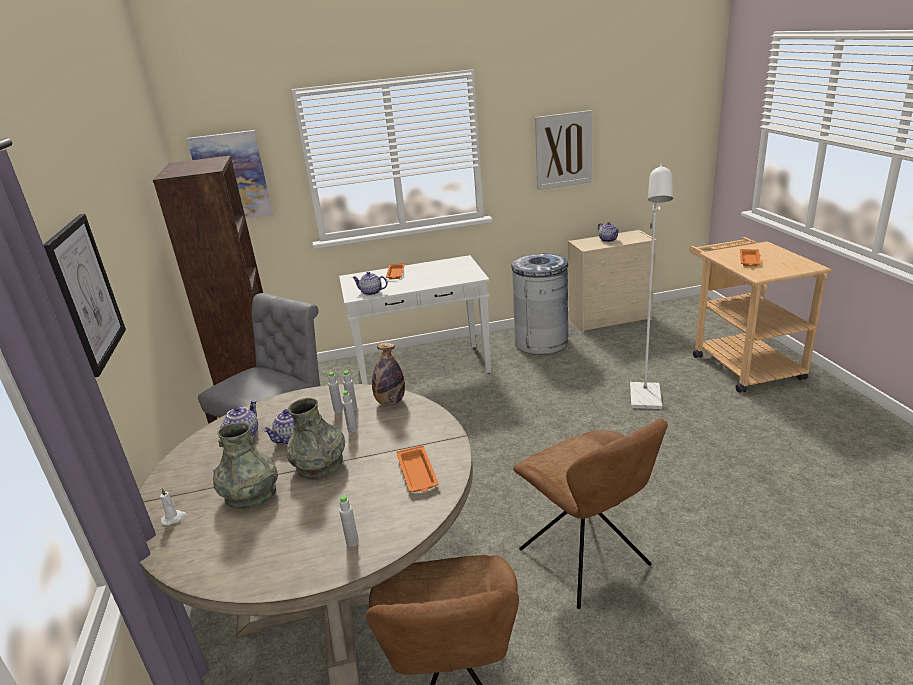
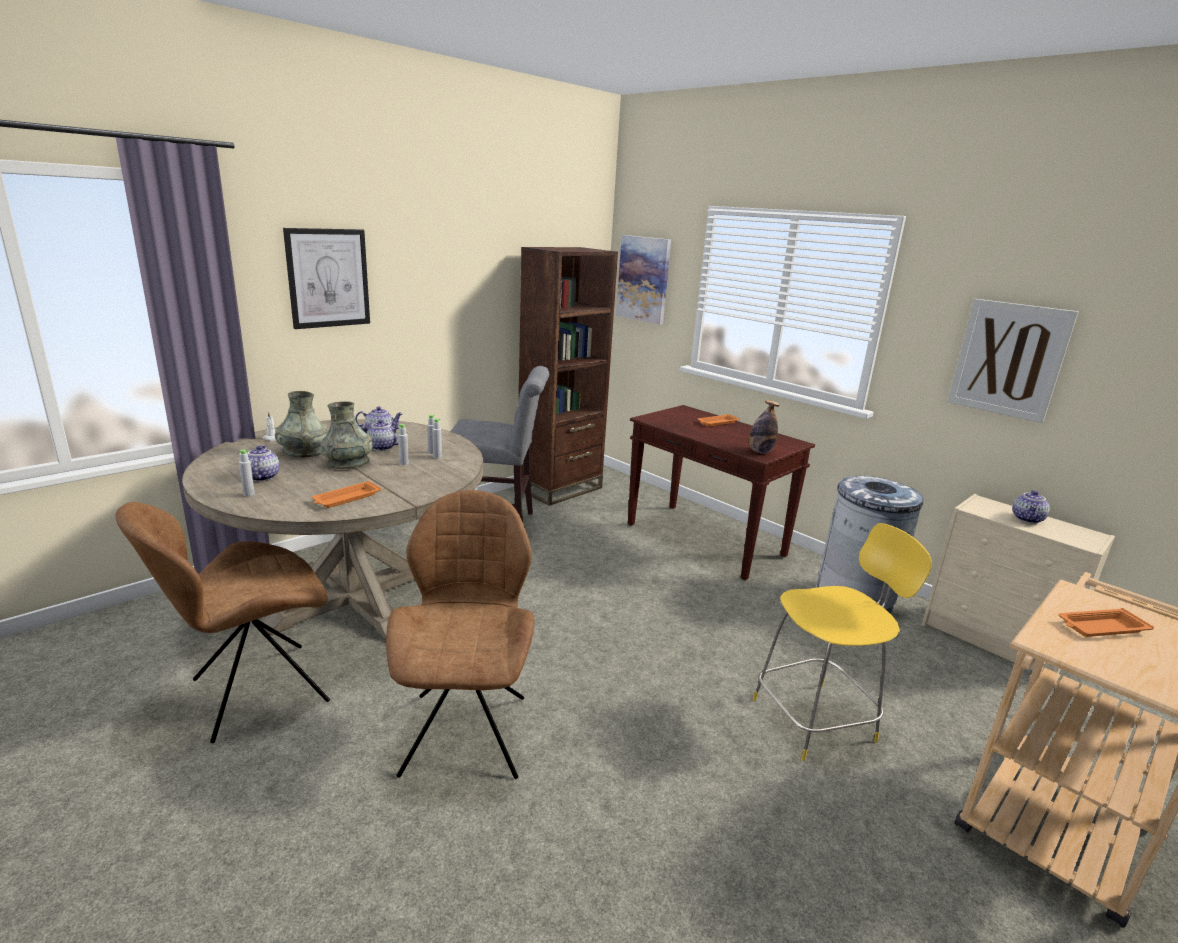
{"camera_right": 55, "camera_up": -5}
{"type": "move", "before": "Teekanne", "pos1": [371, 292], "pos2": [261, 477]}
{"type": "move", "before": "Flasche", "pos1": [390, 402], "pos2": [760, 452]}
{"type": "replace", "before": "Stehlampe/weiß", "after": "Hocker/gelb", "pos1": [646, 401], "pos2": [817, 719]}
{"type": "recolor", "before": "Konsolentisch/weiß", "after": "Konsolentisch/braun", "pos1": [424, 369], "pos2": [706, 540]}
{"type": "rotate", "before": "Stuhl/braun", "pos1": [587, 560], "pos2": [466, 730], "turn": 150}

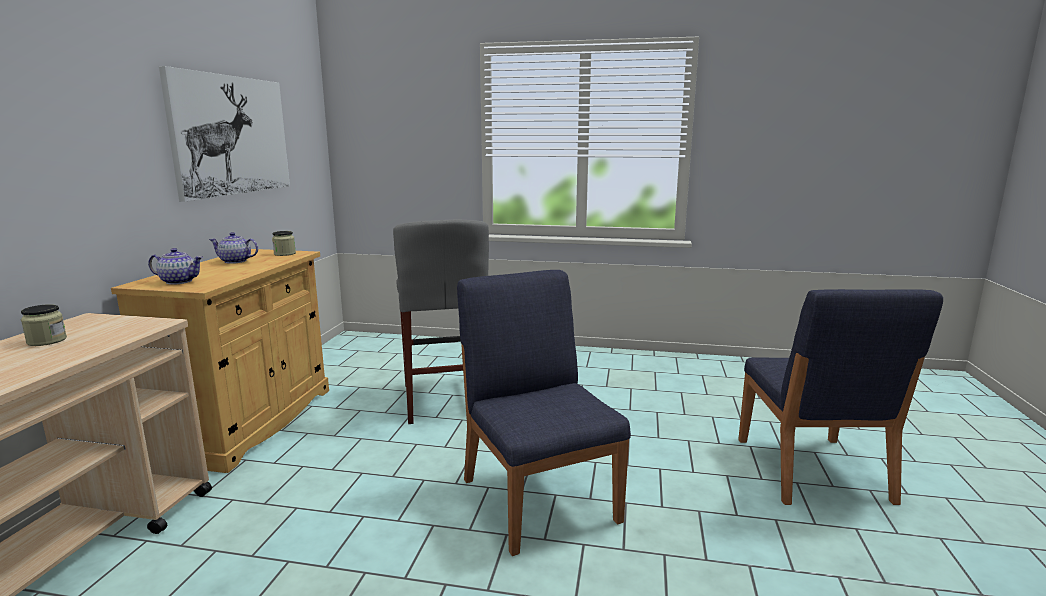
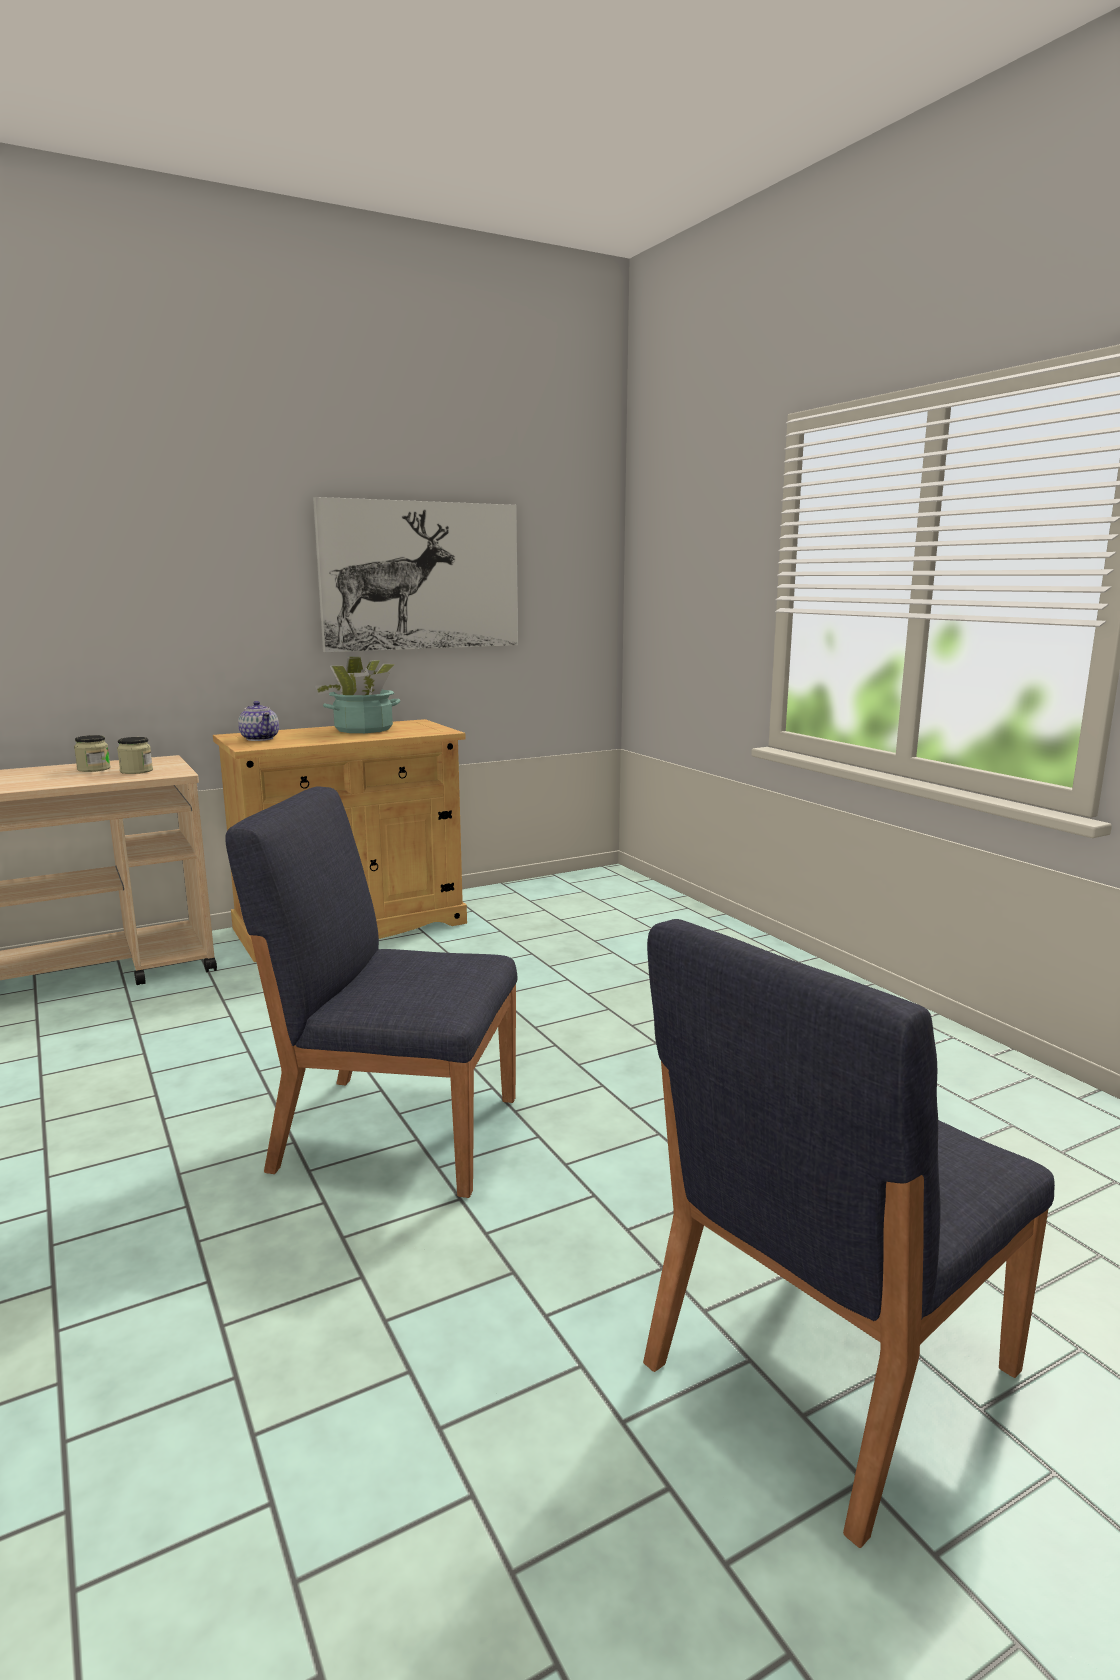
{"camera_right": 50, "camera_up": 0}
{"type": "delete", "before": "Hocker/grau", "pos1": [445, 399]}
{"type": "move", "before": "Vorratsglas", "pos1": [284, 254], "pos2": [136, 771]}
{"type": "replace", "before": "Teekanne", "after": "Topfpflanze", "pos1": [235, 261], "pos2": [363, 729]}
{"type": "rotate", "before": "Stuhl/blau", "pos1": [539, 498], "pos2": [394, 1131], "turn": -105}

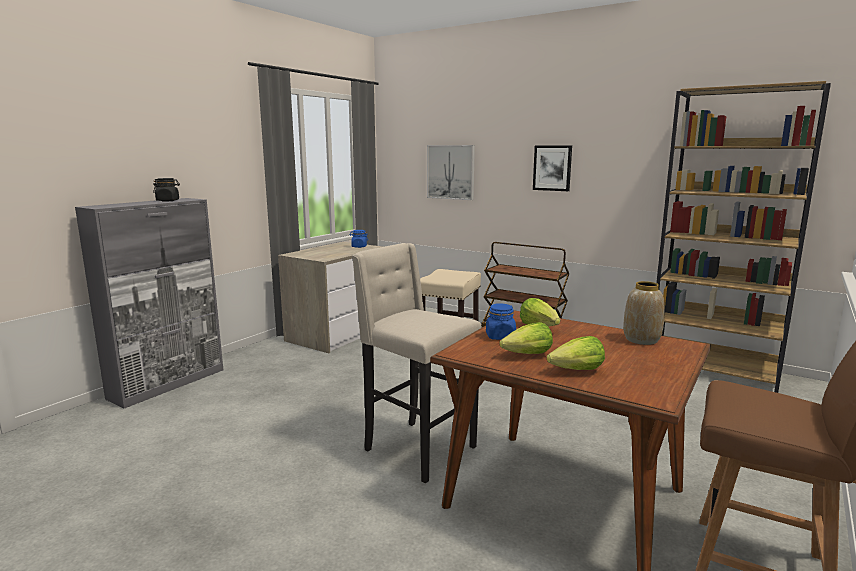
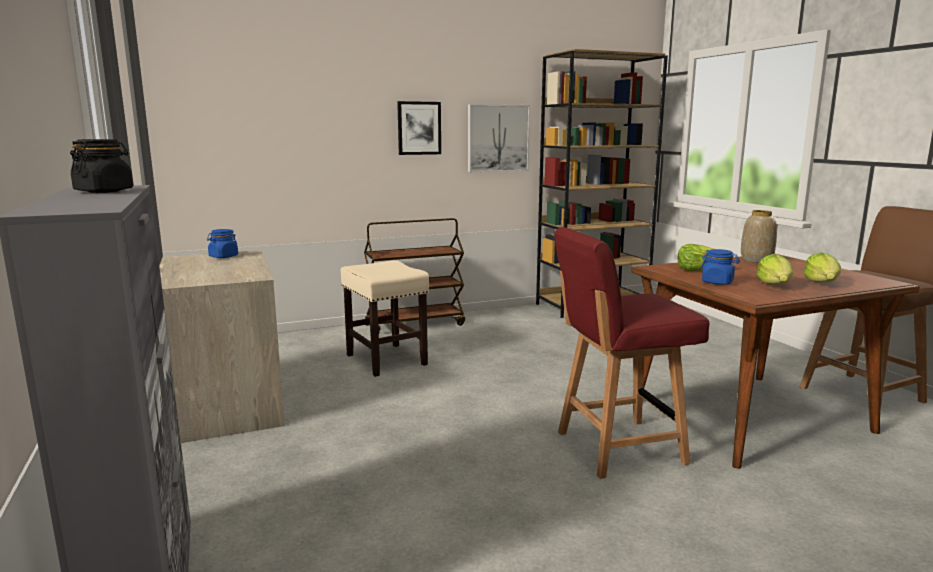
{"camera_right": -55, "camera_up": 0}
{"type": "move", "before": "Bild", "pos1": [450, 172], "pos2": [498, 138]}
{"type": "replace", "before": "Hocker/beige", "after": "Stuhl/rot", "pos1": [417, 449], "pos2": [617, 448]}

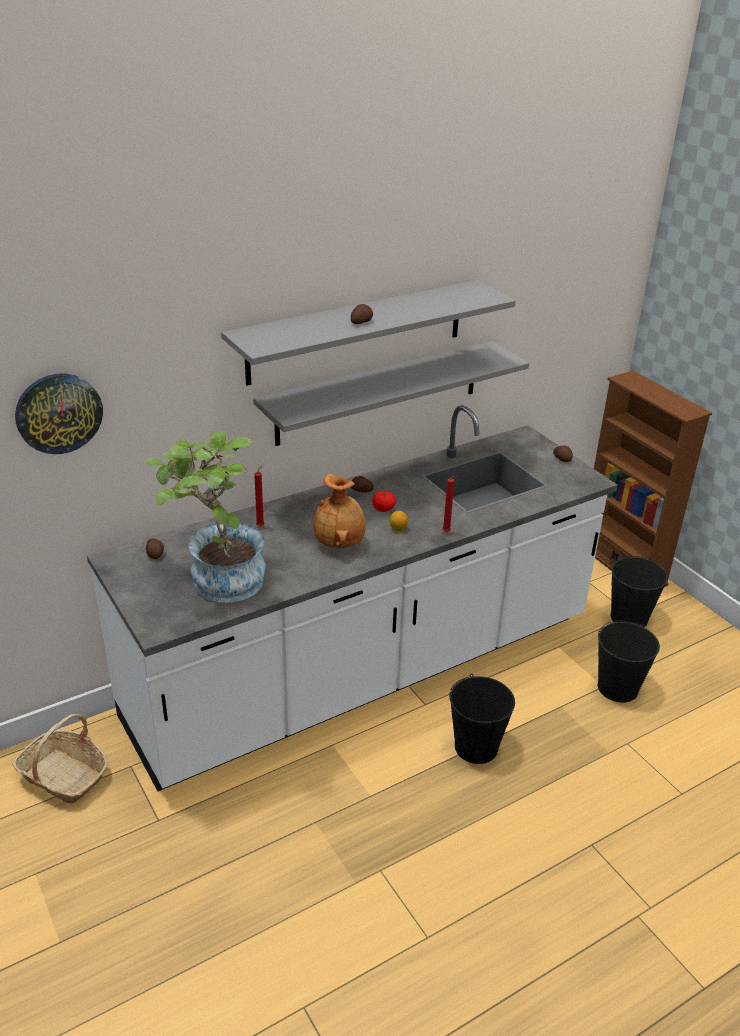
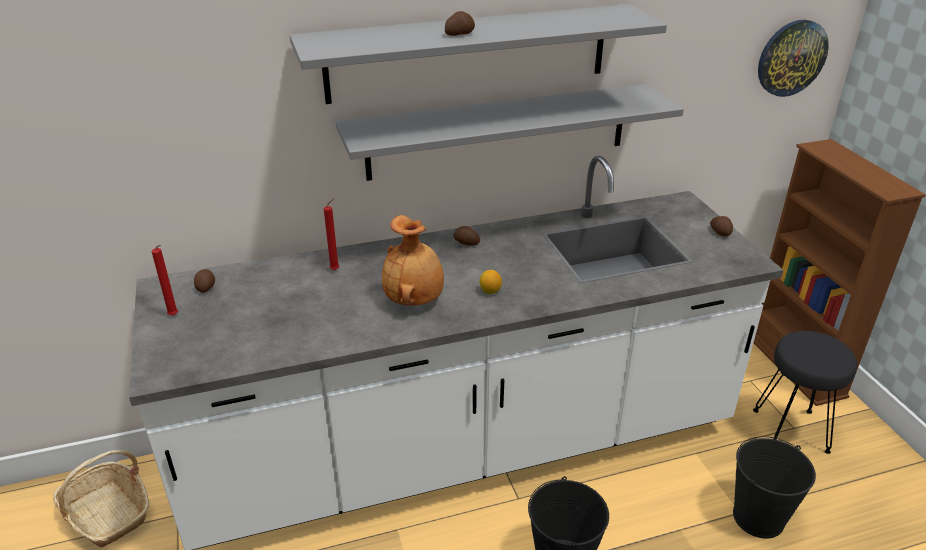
{"camera_right": 15, "camera_up": 0}
{"type": "delete", "before": "Topfpflanze", "pos1": [217, 580]}
{"type": "delete", "before": "Tomate", "pos1": [383, 509]}
{"type": "move", "before": "Wanduhr", "pos1": [59, 413], "pos2": [791, 58]}
{"type": "move", "before": "Kerze/rot", "pos1": [447, 532], "pos2": [174, 316]}
{"type": "replace", "before": "Eimer/schwarz", "after": "Hocker/schwarz", "pos1": [629, 618], "pos2": [791, 431]}

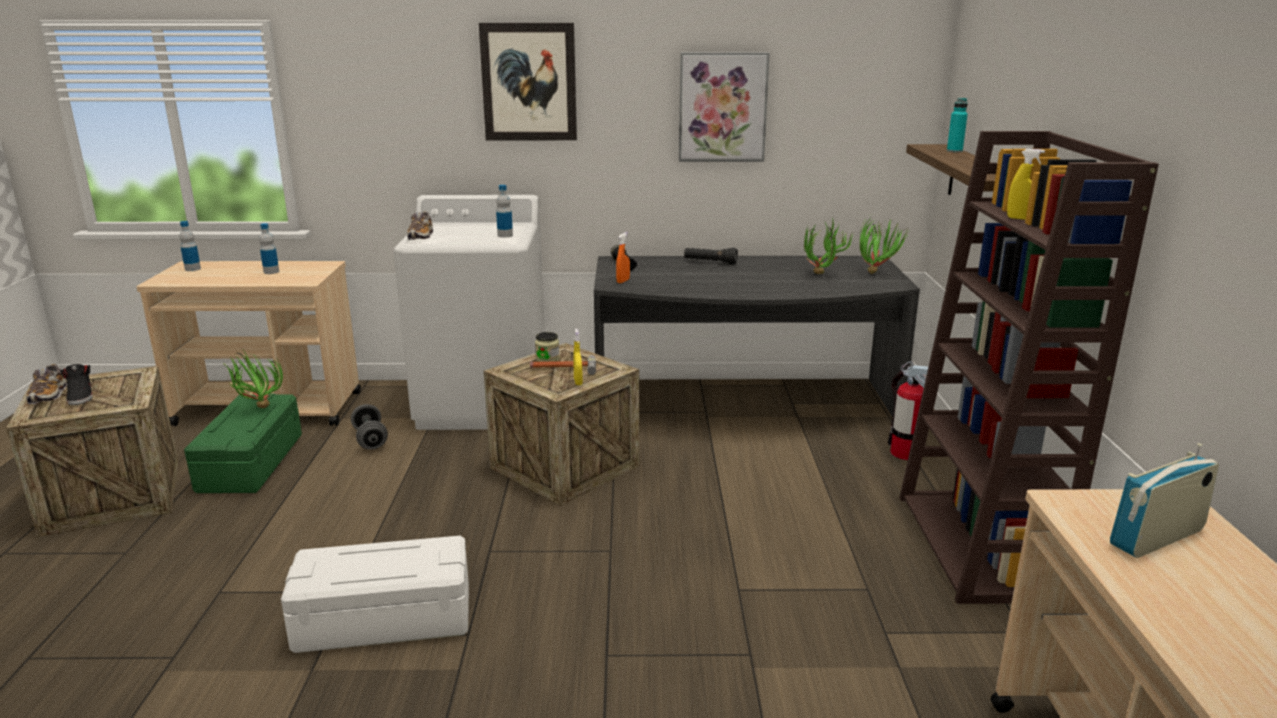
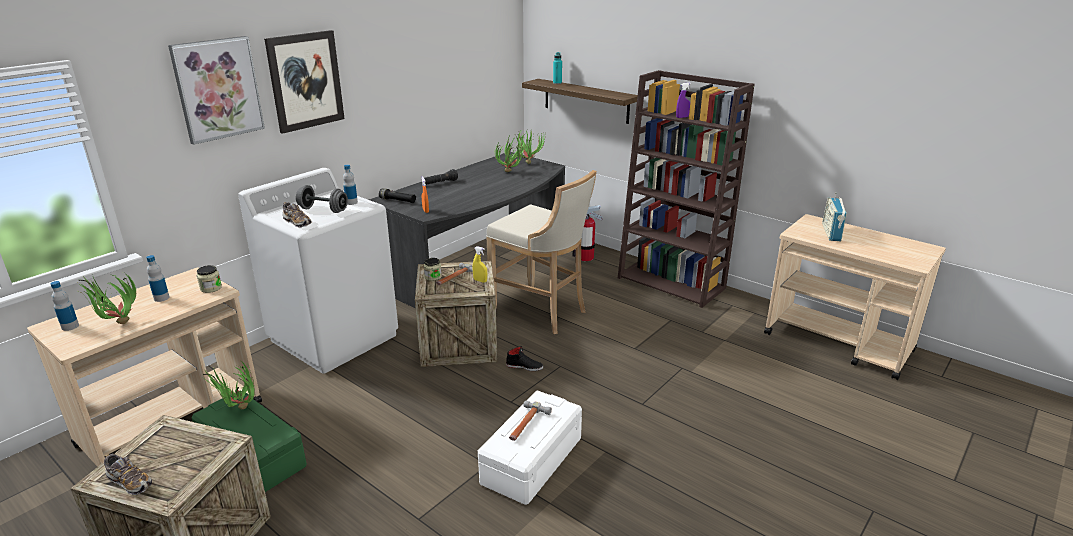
{"camera_right": -50, "camera_up": 5}
{"type": "insert", "after": "Topfpflanze", "pos2": [117, 326]}
{"type": "insert", "after": "Vorratsglas", "pos2": [211, 288]}
{"type": "insert", "after": "Hocker/beige", "pos2": [542, 312]}
{"type": "insert", "after": "Hammer", "pos2": [526, 424]}
{"type": "move", "before": "Schuh/schwarz", "pos1": [81, 396], "pos2": [524, 366]}
{"type": "move", "before": "Hantel/grau", "pos1": [370, 439], "pos2": [323, 210]}
{"type": "move", "before": "Bild", "pos1": [722, 107], "pos2": [218, 89]}
{"type": "recolor", "before": "Sprühflasche/gelb", "after": "Sprühflasche/lila", "pos1": [1021, 218], "pos2": [682, 117]}

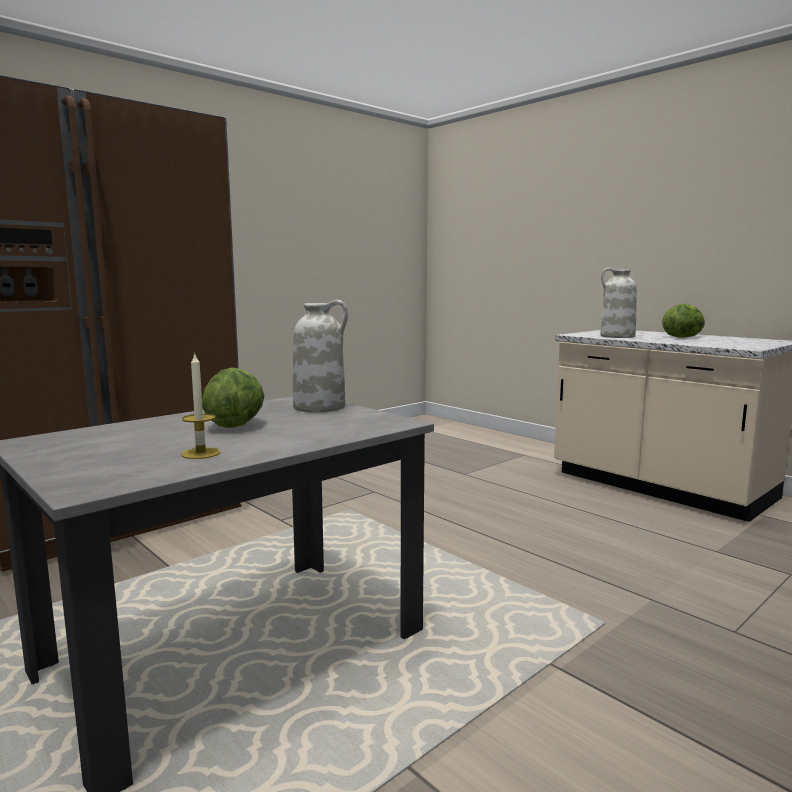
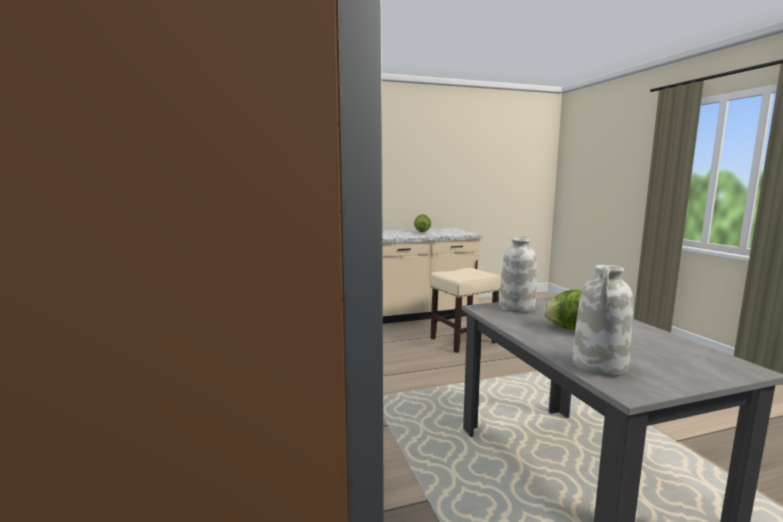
{"camera_right": -65, "camera_up": 0}
{"type": "delete", "before": "Kerze", "pos1": [201, 453]}
{"type": "insert", "after": "Hocker/beige", "pos2": [463, 340]}
{"type": "move", "before": "Vase/weiß", "pos1": [616, 336], "pos2": [599, 366]}

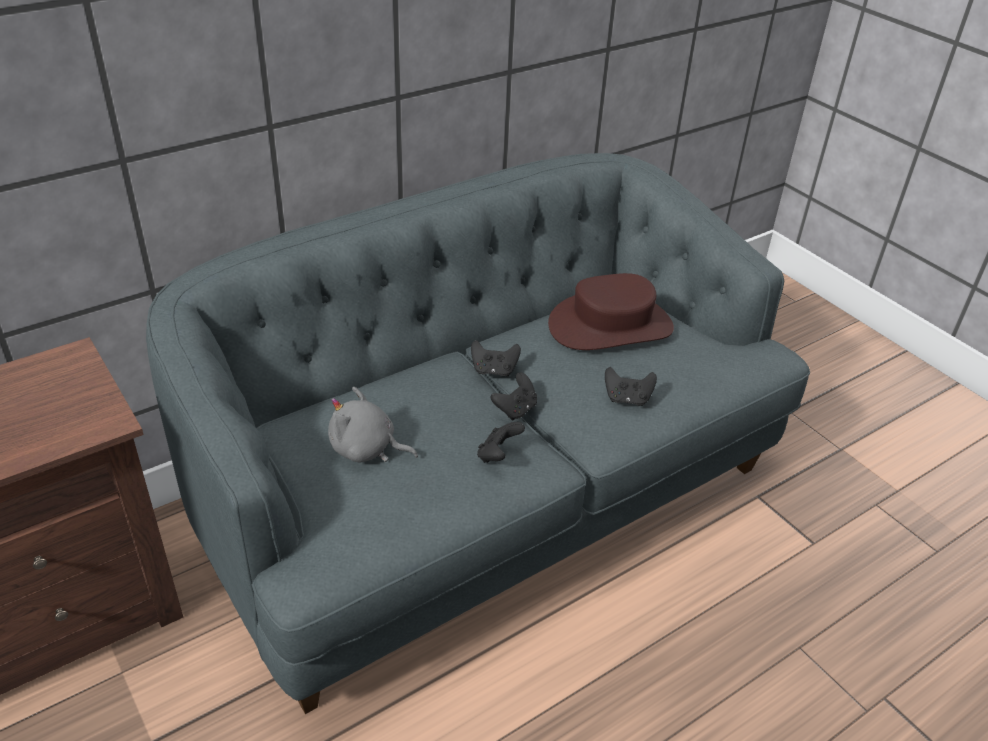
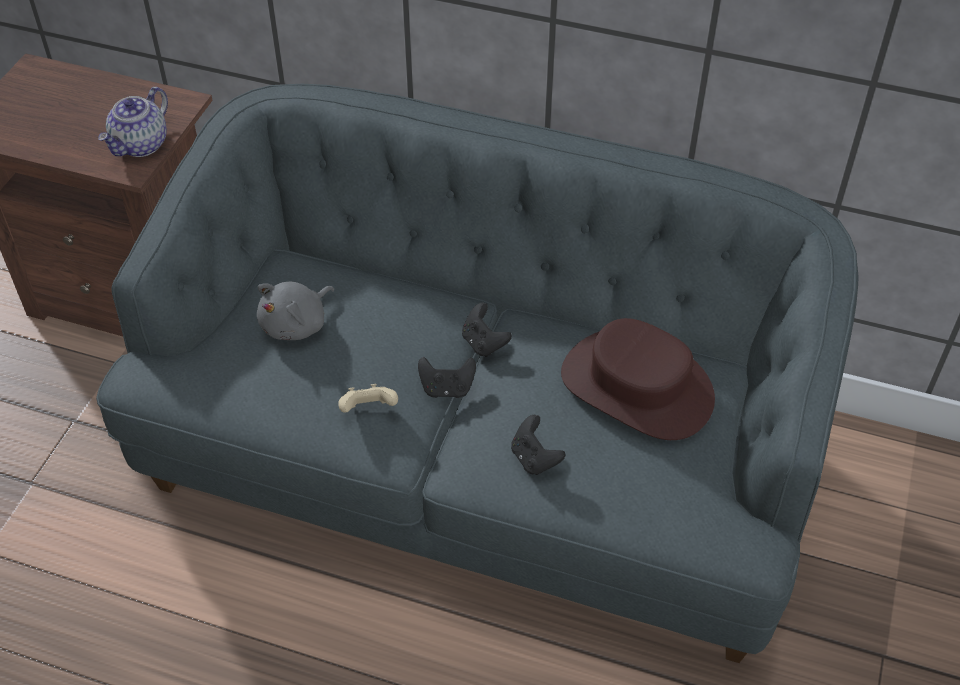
{"camera_right": 55, "camera_up": 10}
{"type": "insert", "after": "Teekanne", "pos2": [141, 145]}
{"type": "recolor", "before": "Gamepad/schwarz", "after": "Gamepad/beige", "pos1": [498, 455], "pos2": [369, 410]}
{"type": "rotate", "before": "Plüschtier/grau", "pos1": [366, 449], "pos2": [297, 324], "turn": -120}

